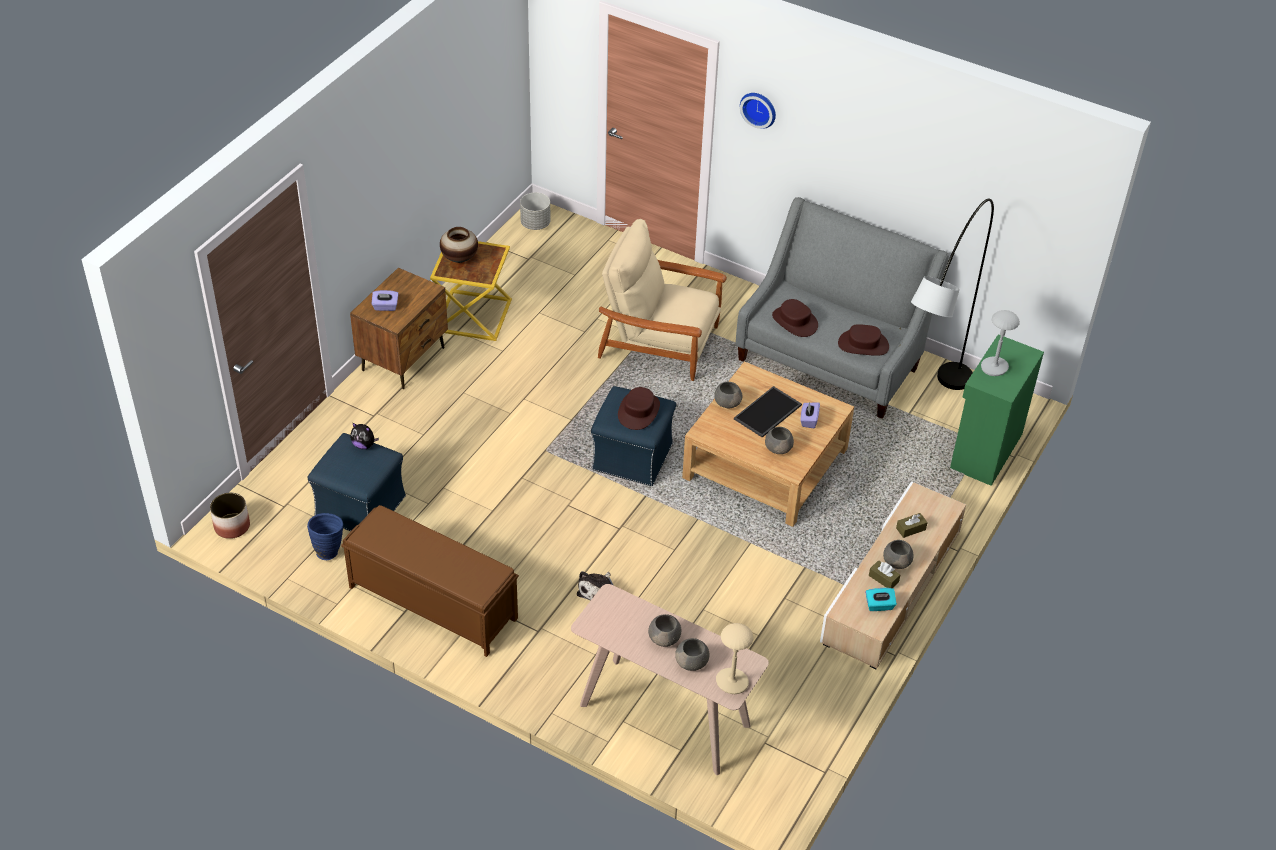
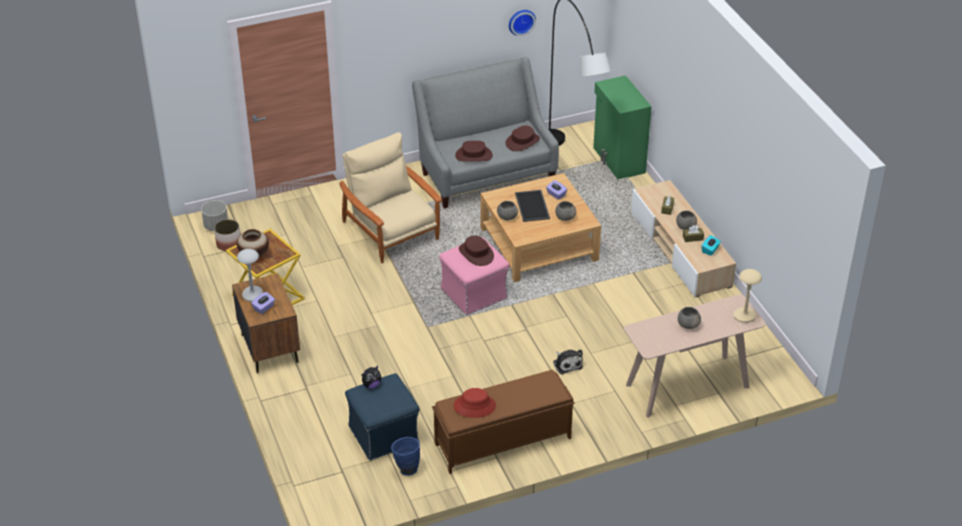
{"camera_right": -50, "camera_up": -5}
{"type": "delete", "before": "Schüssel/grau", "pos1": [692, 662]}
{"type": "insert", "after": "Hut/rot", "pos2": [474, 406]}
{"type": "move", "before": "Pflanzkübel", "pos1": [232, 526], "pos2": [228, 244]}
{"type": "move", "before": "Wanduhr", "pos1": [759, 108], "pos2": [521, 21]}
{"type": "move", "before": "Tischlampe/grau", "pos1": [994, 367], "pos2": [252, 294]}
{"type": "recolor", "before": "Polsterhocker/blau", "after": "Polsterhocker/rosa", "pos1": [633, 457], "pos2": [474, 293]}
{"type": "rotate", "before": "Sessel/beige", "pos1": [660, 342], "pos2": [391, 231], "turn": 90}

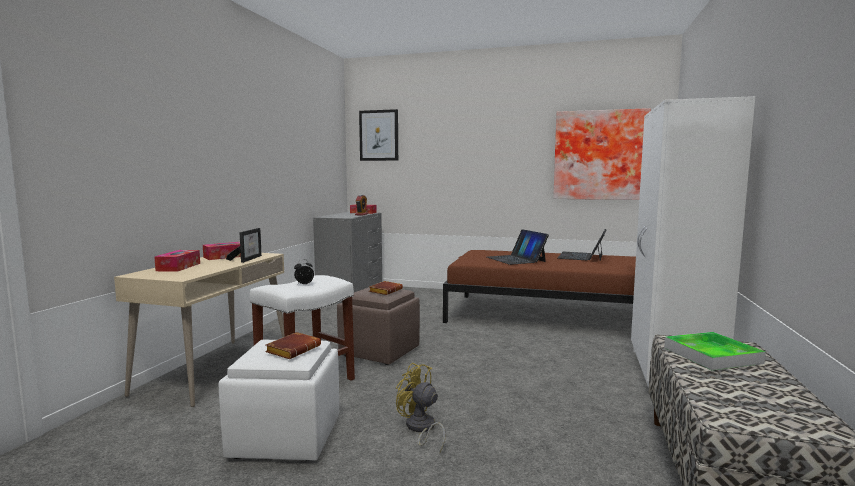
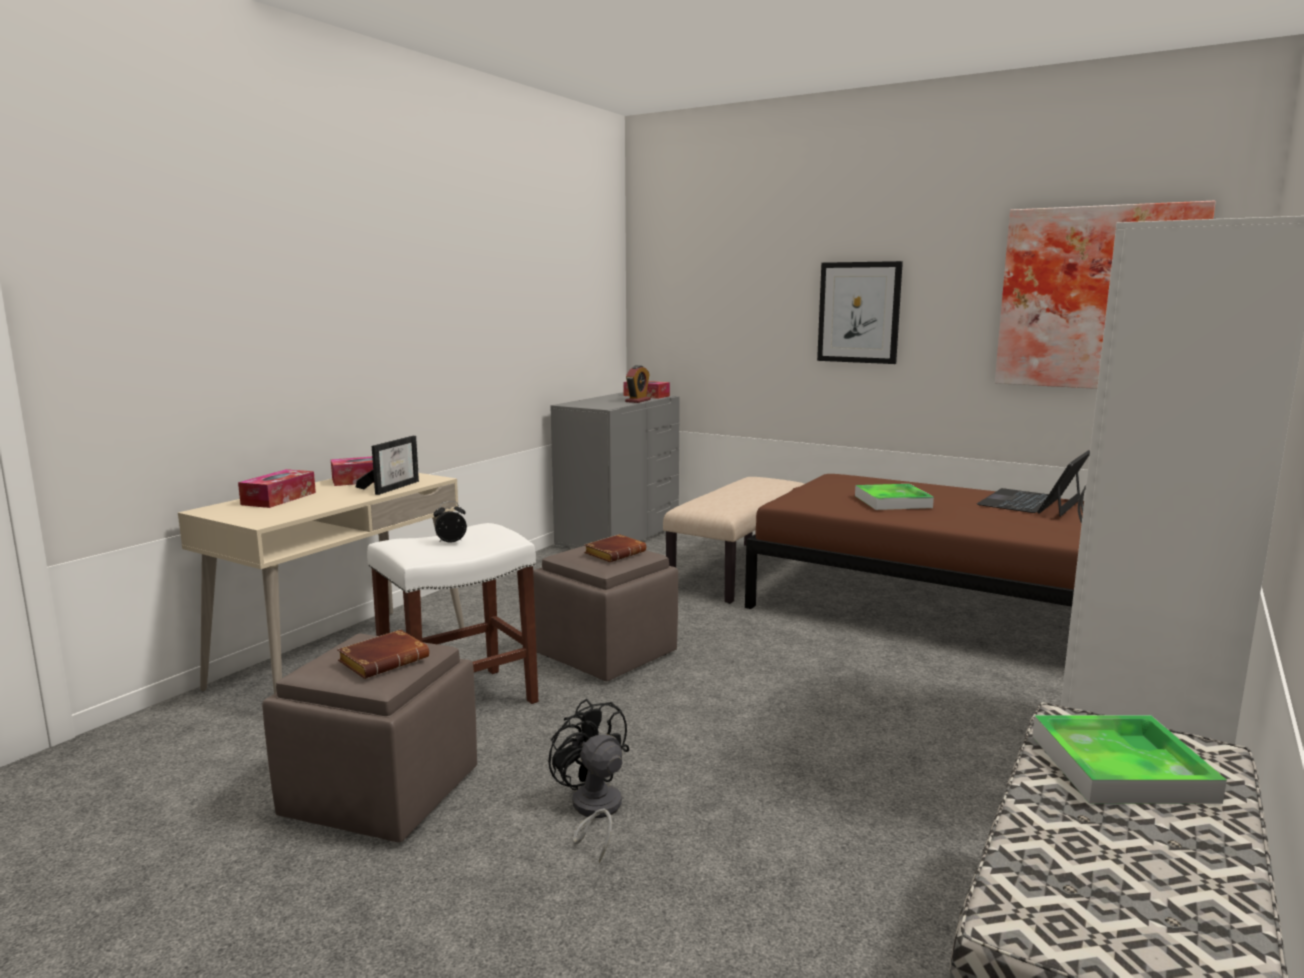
{"camera_right": 15, "camera_up": 5}
{"type": "insert", "after": "Bank/beige", "pos2": [740, 572]}
{"type": "move", "before": "Bild", "pos1": [379, 135], "pos2": [859, 312]}
{"type": "replace", "before": "Laptop", "after": "Tablett", "pos1": [516, 259], "pos2": [892, 501]}
{"type": "recolor", "before": "Polsterhocker/weiß", "after": "Polsterhocker/braun", "pos1": [285, 437], "pos2": [381, 792]}
{"type": "recolor", "before": "Ventilator/gelb", "after": "Ventilator/schwarz", "pos1": [420, 429], "pos2": [593, 812]}

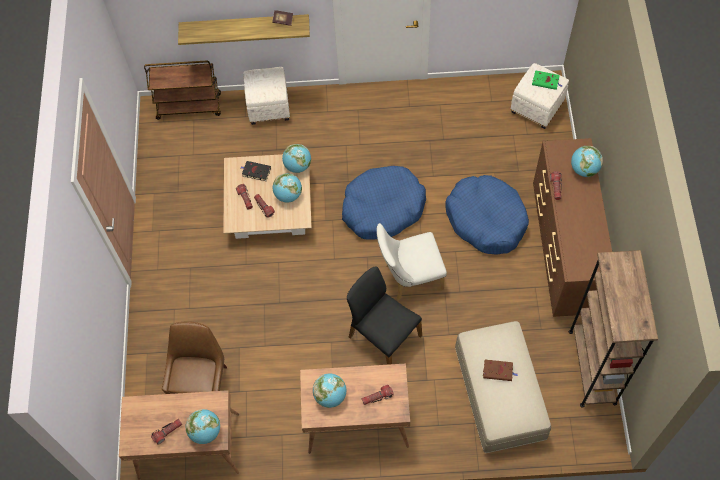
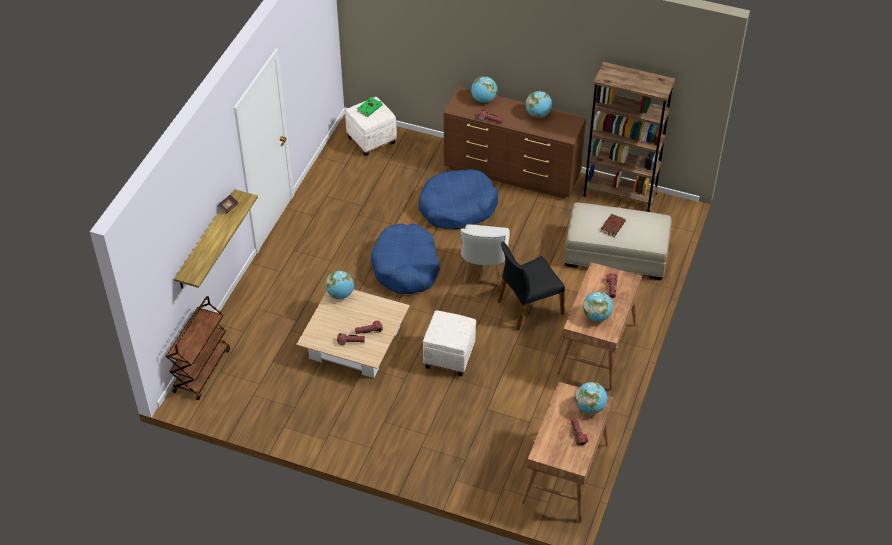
{"camera_right": -70, "camera_up": -15}
{"type": "delete", "before": "Stuhl/braun", "pos1": [201, 382]}
{"type": "delete", "before": "Buch/schwarz", "pos1": [255, 172]}
{"type": "move", "before": "Polsterhocker/weiß", "pos1": [269, 107], "pos2": [449, 356]}
{"type": "move", "before": "Globus", "pos1": [288, 195], "pos2": [538, 114]}

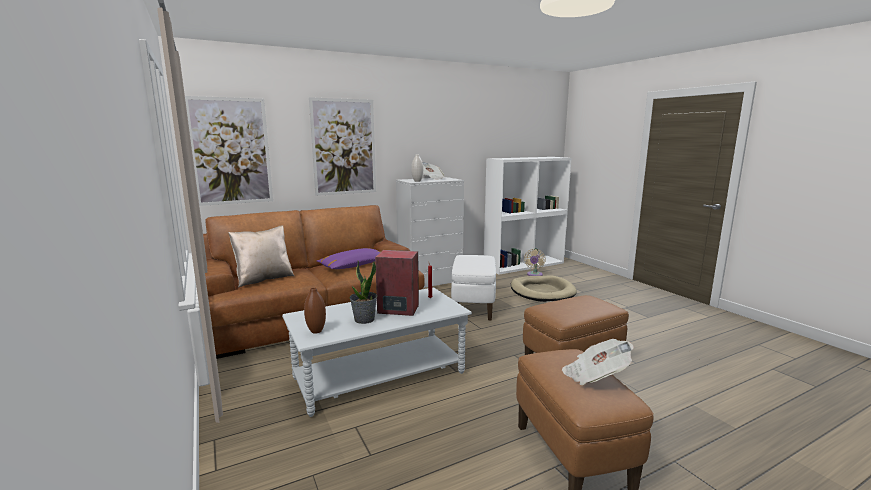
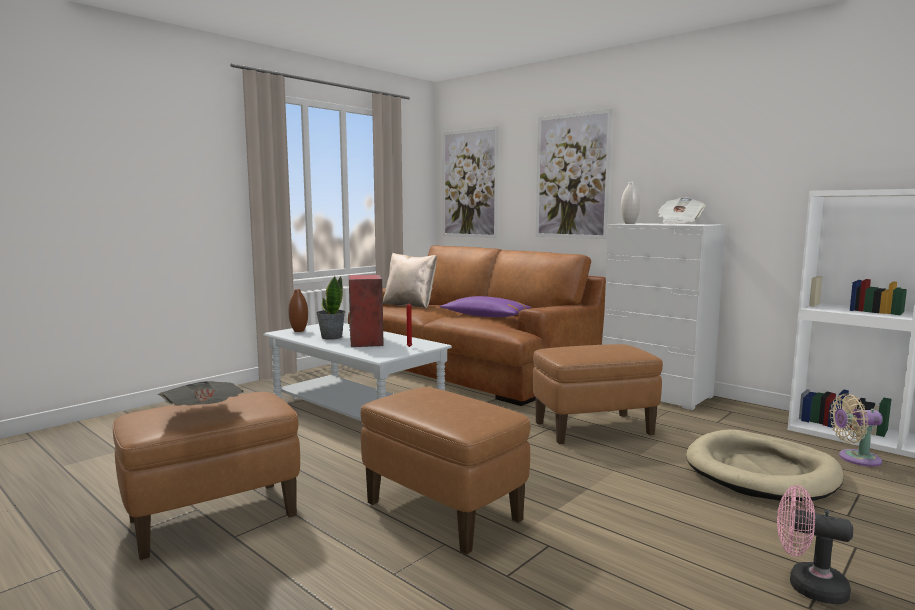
{"camera_right": 70, "camera_up": -5}
{"type": "insert", "after": "Ventilator/rosa", "pos2": [807, 586]}
{"type": "recolor", "before": "Polsterhocker/weiß", "after": "Polsterhocker/braun", "pos1": [473, 307], "pos2": [594, 429]}

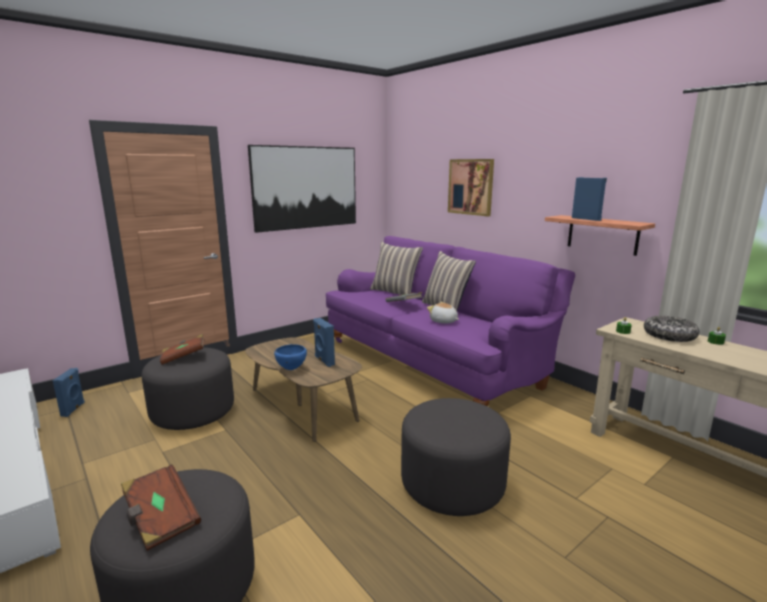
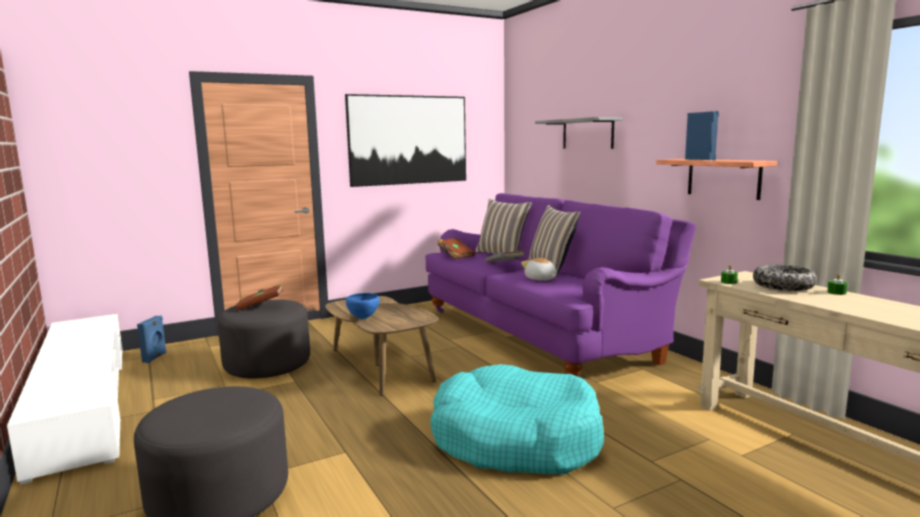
{"camera_right": 10, "camera_up": -5}
{"type": "delete", "before": "Lautsprecher/blau", "pos1": [324, 361]}
{"type": "move", "before": "Buch/braun", "pos1": [160, 519], "pos2": [455, 256]}
{"type": "replace", "before": "Polsterhocker/grau", "after": "Hundebett/türkis", "pos1": [452, 483], "pos2": [515, 439]}
{"type": "replace", "before": "Bild", "after": "Wandregal/grau", "pos1": [470, 187], "pos2": [587, 133]}

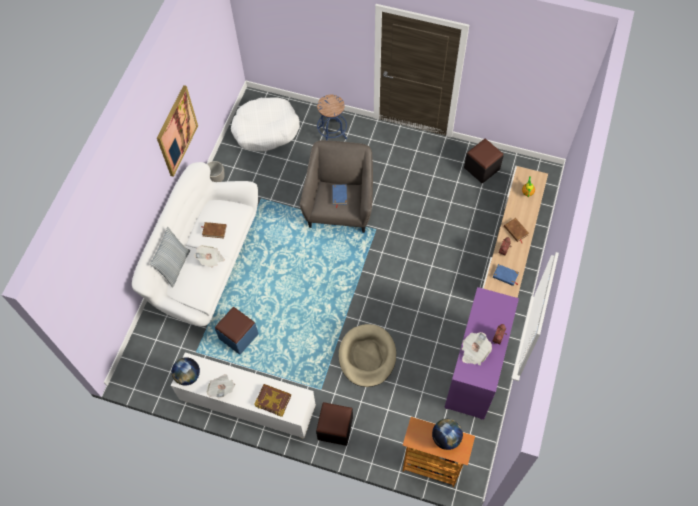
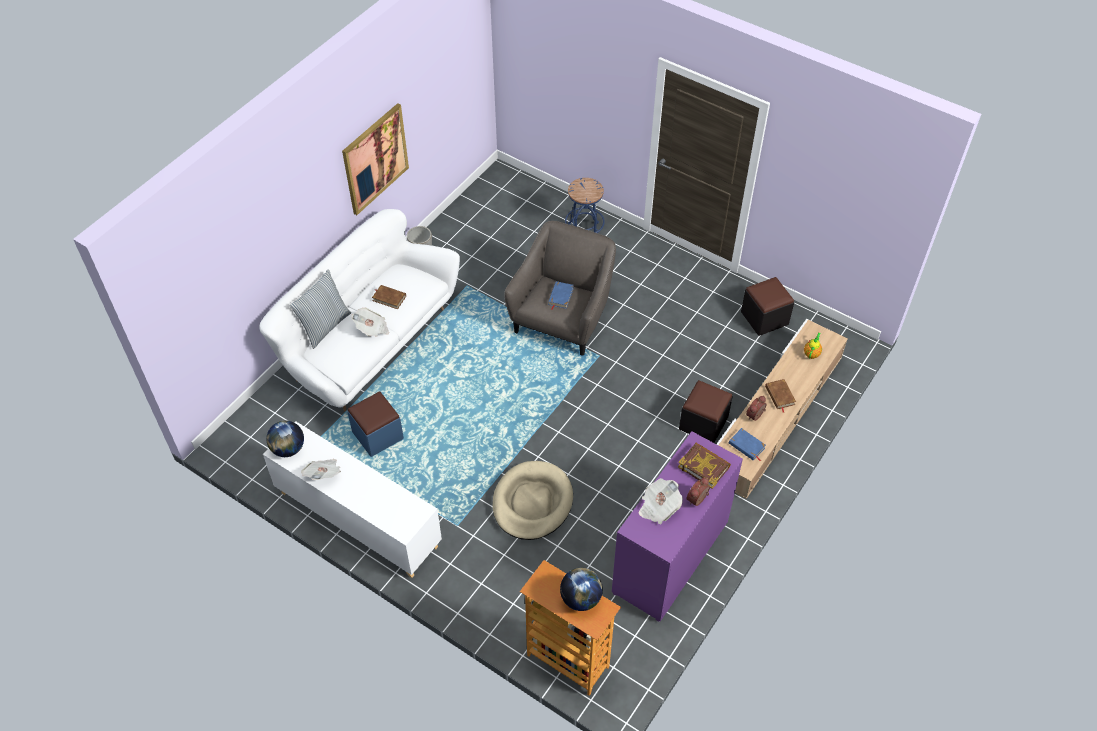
{"camera_right": 15, "camera_up": -10}
{"type": "delete", "before": "Hundebett/weiß", "pos1": [265, 130]}
{"type": "move", "before": "Buch", "pos1": [273, 400], "pos2": [704, 467]}
{"type": "move", "before": "Polsterhocker/schwarz", "pos1": [335, 428], "pos2": [703, 423]}

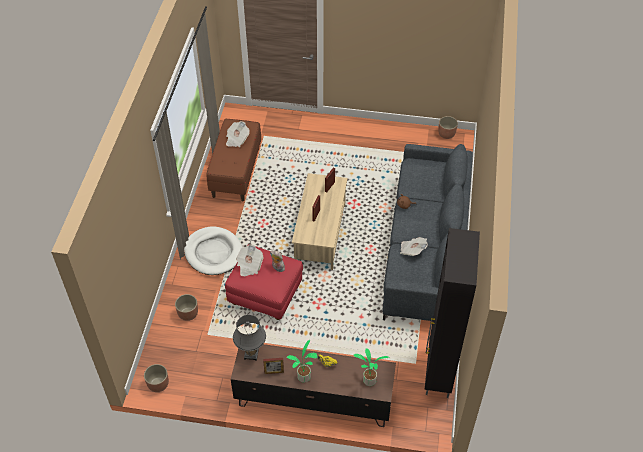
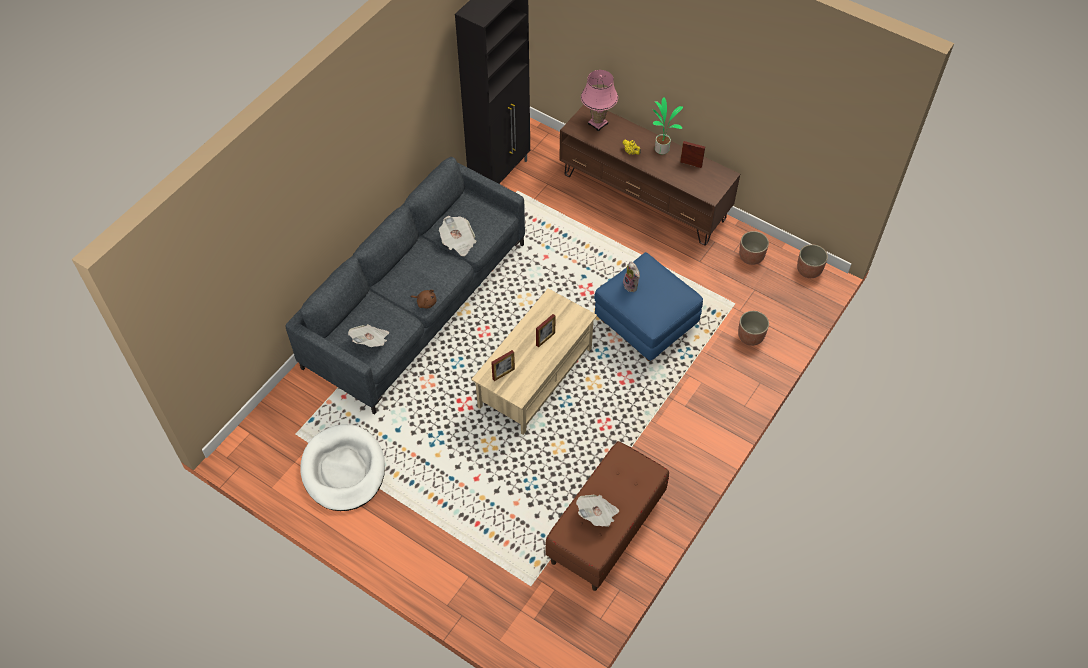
{"camera_right": -155, "camera_up": 5}
{"type": "delete", "before": "Tischlampe/grau", "pos1": [251, 354]}
{"type": "move", "before": "Hundebett/weiß", "pos1": [213, 252], "pos2": [343, 470]}
{"type": "move", "before": "Zeitung", "pos1": [249, 265], "pos2": [371, 341]}
{"type": "move", "before": "Pflanzkübel", "pos1": [446, 134], "pos2": [751, 256]}
{"type": "replace", "before": "Topfpflanze", "after": "Tischlampe/rosa", "pos1": [368, 381], "pos2": [597, 123]}
{"type": "recolor", "before": "Polsterhocker/rot", "after": "Polsterhocker/blau", "pos1": [265, 295], "pos2": [645, 324]}

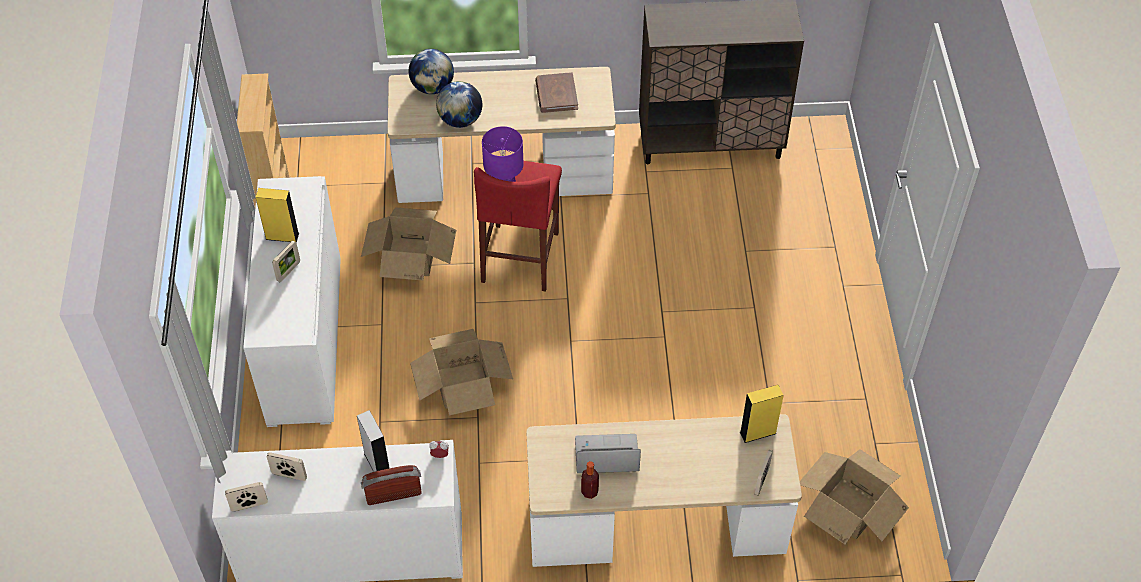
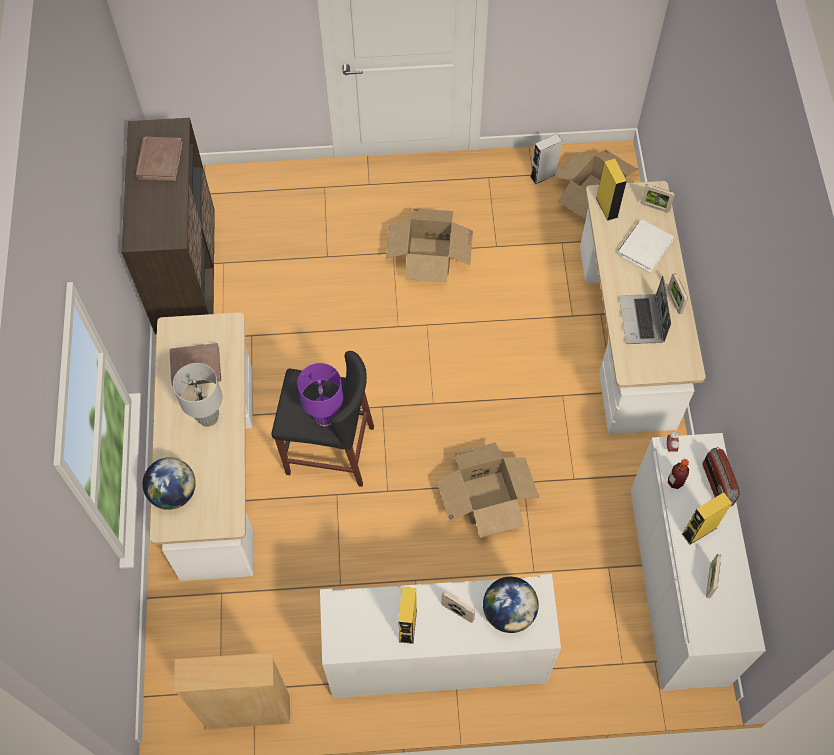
{"camera_right": -90, "camera_up": 10}
{"type": "insert", "after": "Buch/braun", "pos2": [159, 161]}
{"type": "insert", "after": "Tischlampe/grau", "pos2": [208, 417]}
{"type": "insert", "after": "Buch/weiß", "pos2": [644, 247]}
{"type": "insert", "after": "Lautsprecher/gelb", "pos2": [699, 531]}
{"type": "move", "before": "Bilderrahmen", "pos1": [249, 506], "pos2": [674, 301]}
{"type": "move", "before": "Lautsprecher/grau", "pos1": [377, 464], "pos2": [543, 175]}
{"type": "move", "before": "Karton", "pos1": [411, 257], "pos2": [429, 255]}
{"type": "move", "before": "Globus", "pos1": [460, 120], "pos2": [508, 612]}
{"type": "move", "before": "Flasche", "pos1": [589, 491], "pos2": [675, 482]}
{"type": "recolor", "before": "Hocker/rot", "after": "Hocker/schwarz", "pos1": [520, 257], "pos2": [330, 450]}

